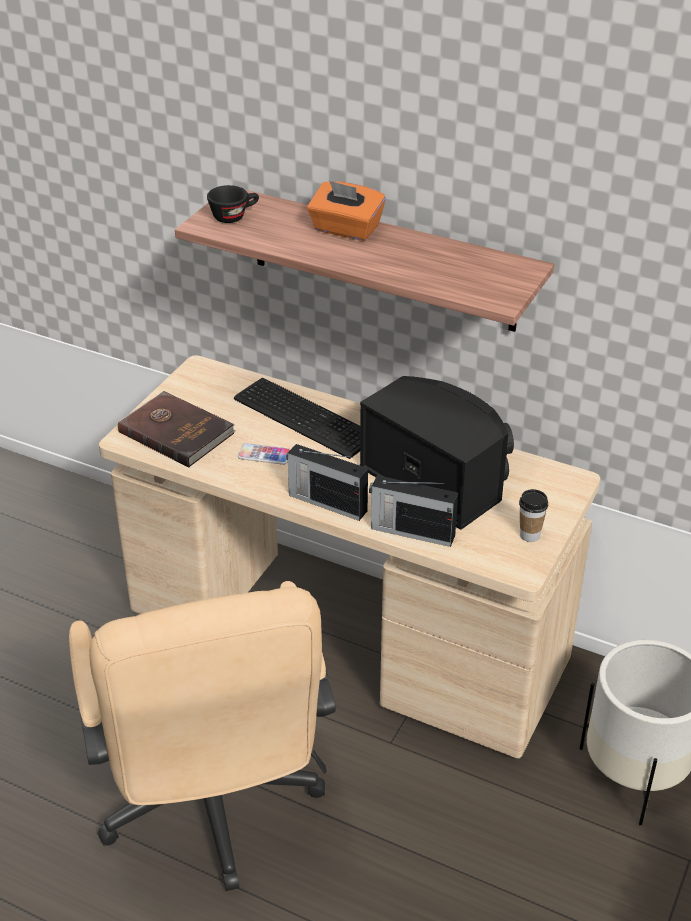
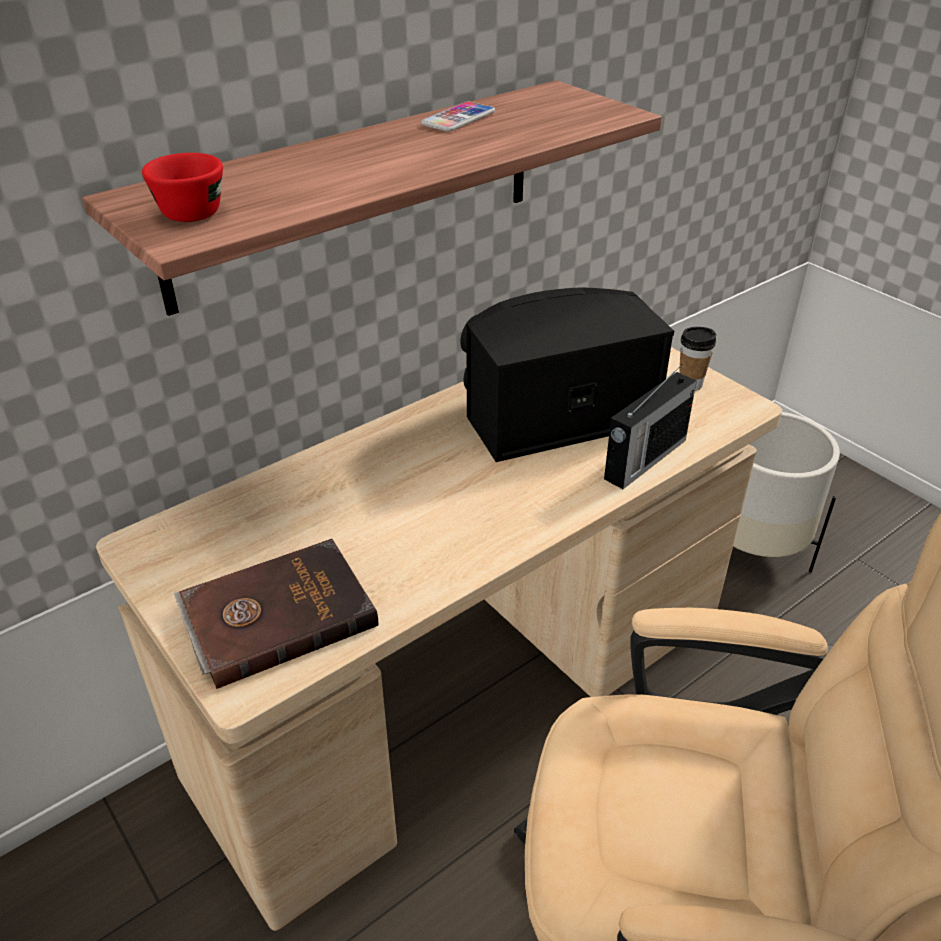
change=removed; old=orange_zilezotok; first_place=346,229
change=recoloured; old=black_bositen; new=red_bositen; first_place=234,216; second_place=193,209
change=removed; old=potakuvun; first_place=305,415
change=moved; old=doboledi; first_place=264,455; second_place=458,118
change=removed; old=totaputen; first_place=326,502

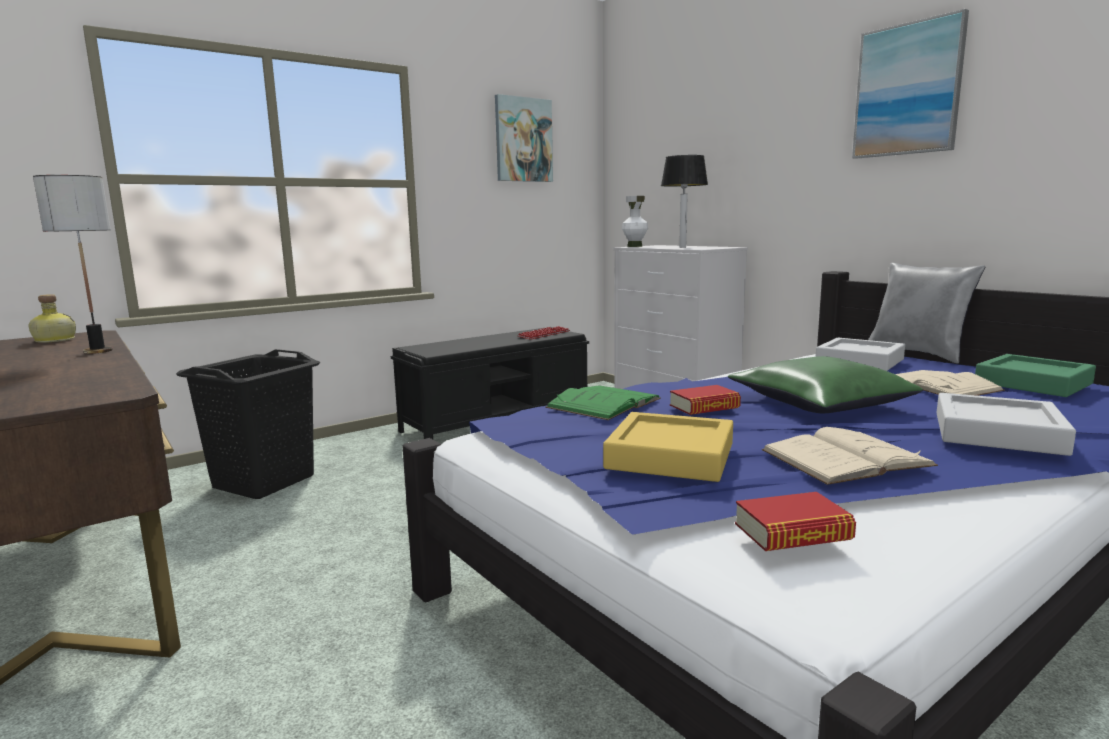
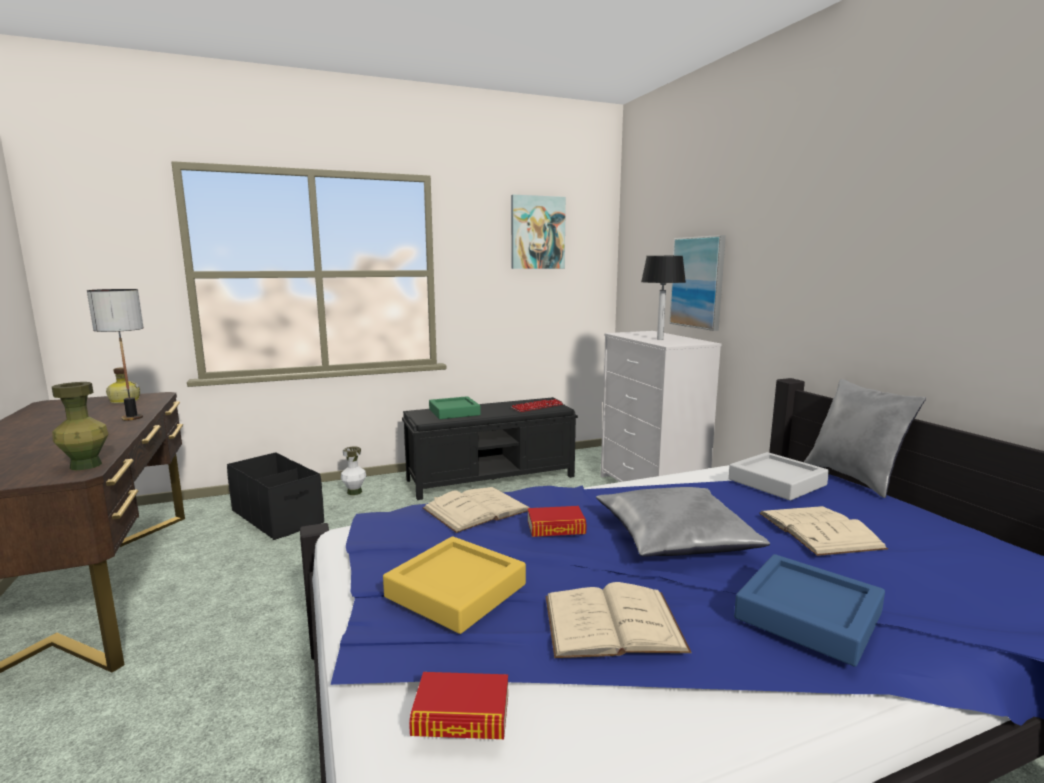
change=moved; old=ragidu; first_place=908,90; second_place=698,282
change=moved; old=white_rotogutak; first_place=635,246; second_place=354,492
change=replaced; old=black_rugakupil; new=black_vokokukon; first_place=263,482; second_place=277,516
change=moved; old=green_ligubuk; first_place=1032,383; second_place=454,412
change=recoloured; old=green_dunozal; new=grey_dunozal; first_place=819,403; second_place=674,537
change=recoloured; old=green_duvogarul; new=beige_duvogarul; first_place=604,403; second_place=476,509
change=recoloured; old=grey_ligubuk; new=blue_ligubuk; first_place=997,433; second_place=808,615
change=added; new=green_rotogutak; second_place=86,465

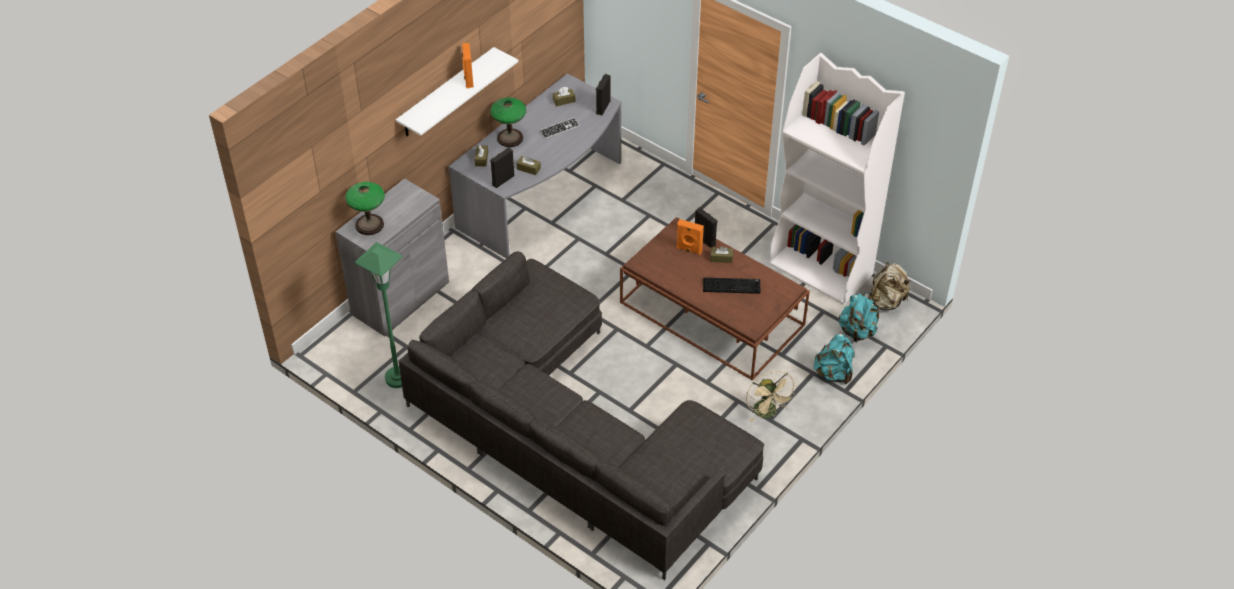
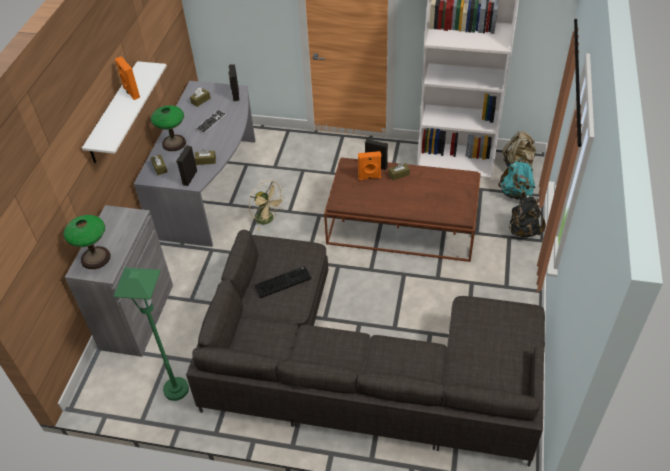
change=moved; old=potakuvun; first_place=732,285; second_place=283,281
change=recoloured; old=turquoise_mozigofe; new=black_mozigofe; first_place=833,373; second_place=523,231
change=moved; old=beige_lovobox; first_place=768,413; second_place=268,219

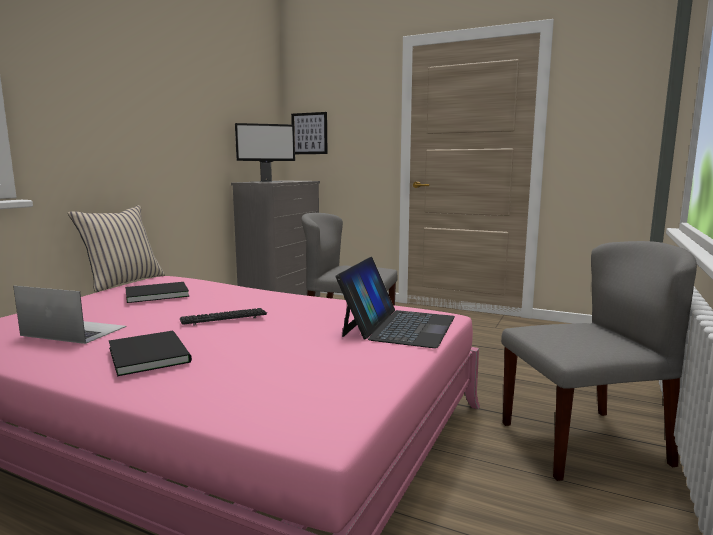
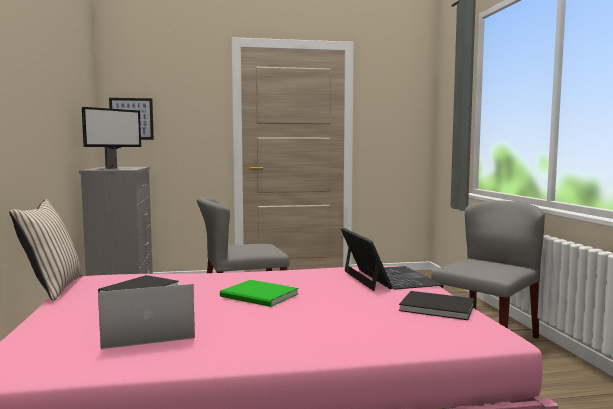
change=replaced; old=potakuvun; new=green_duvogarul; first_place=223,318; second_place=260,296
change=moved; old=black_duvogarul; first_place=151,353; second_place=435,306

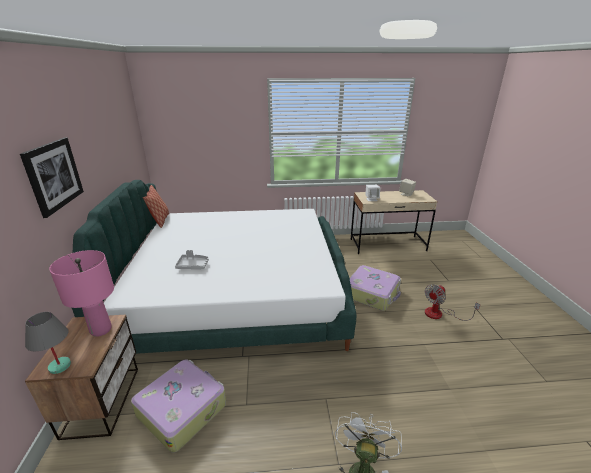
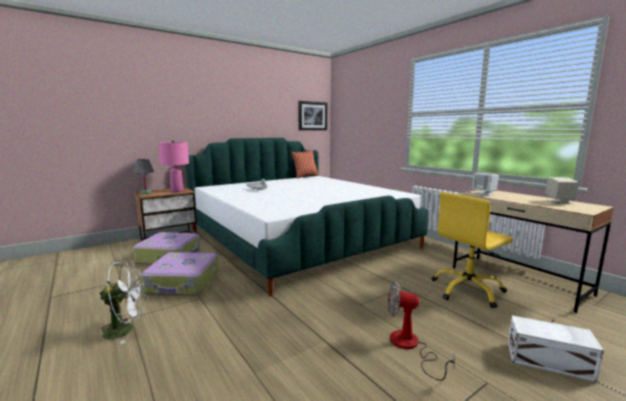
change=moved; old=ragidu; first_place=53,175; second_place=312,116
change=moved; old=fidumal; first_place=372,293; second_place=183,283
change=added; new=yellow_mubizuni; second_place=467,290
change=added; new=white_vokokukon; second_place=550,362

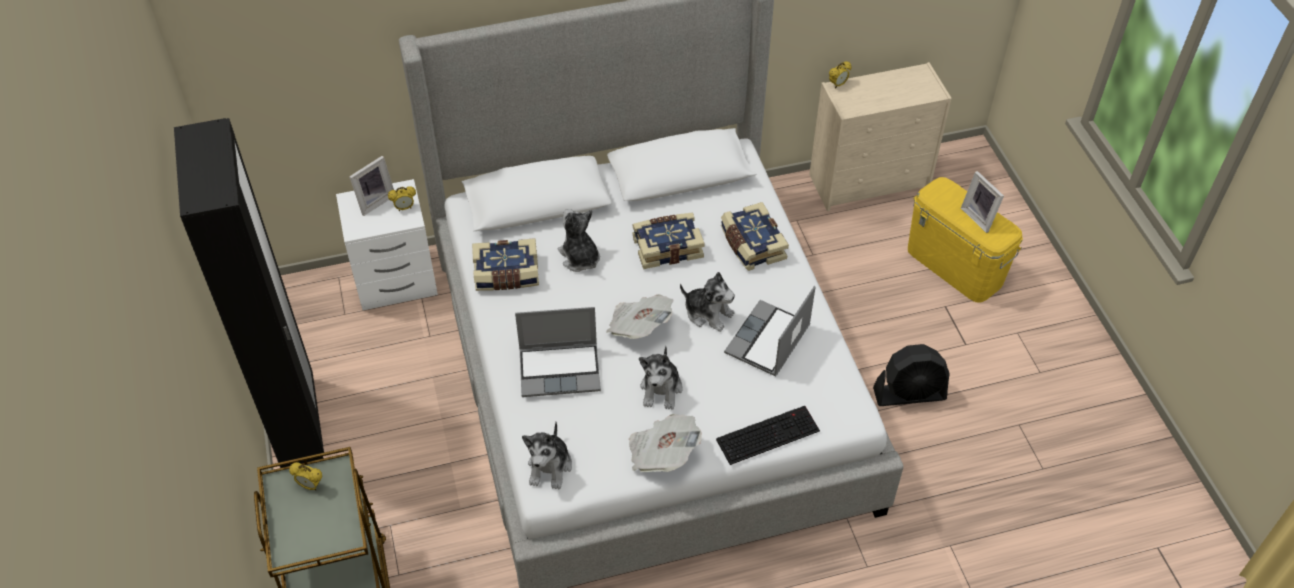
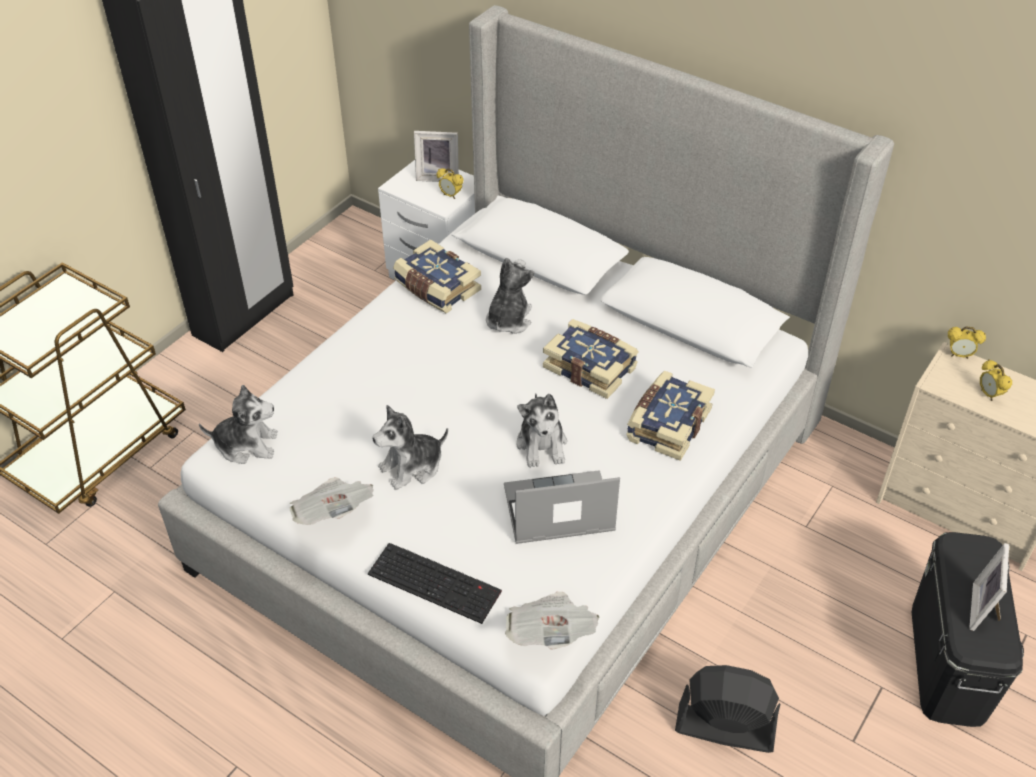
change=recoloured; old=yellow_vokokukon; new=black_vokokukon; first_place=955,266; second_place=948,661
change=moved; old=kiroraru; first_place=639,327; second_place=550,634
change=removed; old=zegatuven; first_place=561,370
change=turned; old=black_lovobox; first_place=909,394; second_place=724,728; degrees=150
change=turned; old=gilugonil; first_place=550,466; second_place=247,445; degrees=-150
change=moved; old=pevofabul; first_place=310,486; second_place=989,394

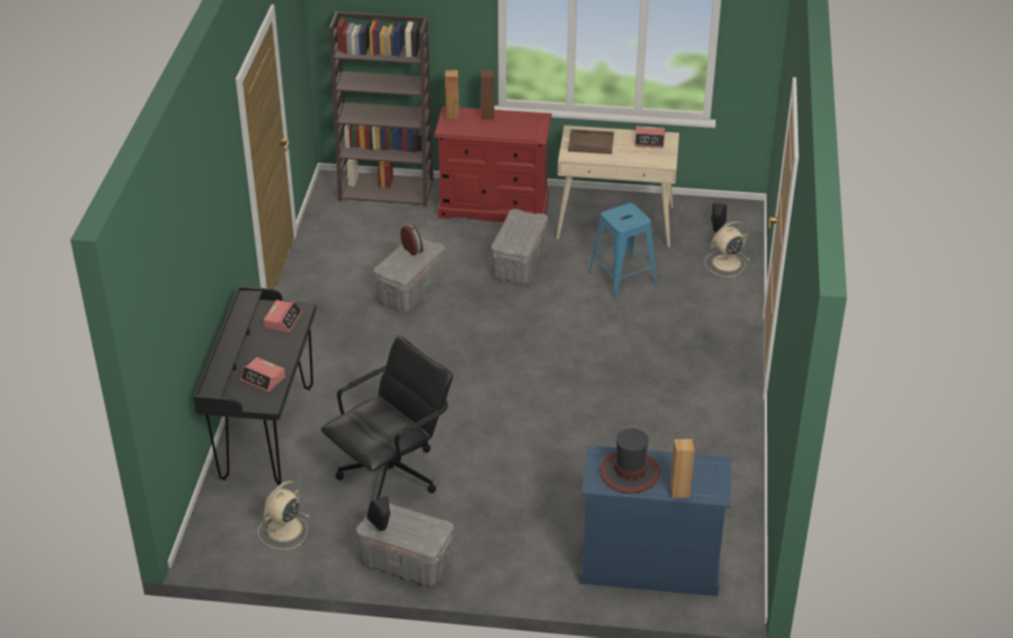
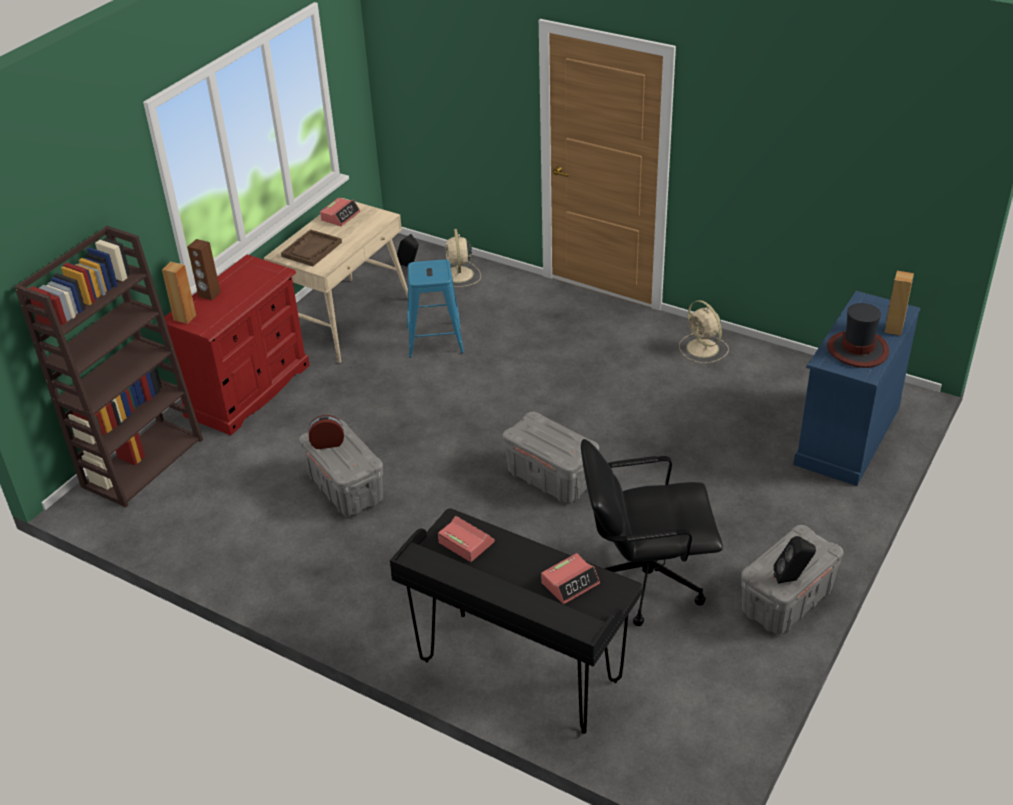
change=moved; old=grey_vokokukon; first_place=519,264; second_place=550,478
change=turned; old=black_mubizuni; first_place=391,475; second_place=644,580; degrees=-75
change=moved; old=beige_lovobox; first_place=283,530; second_place=703,349

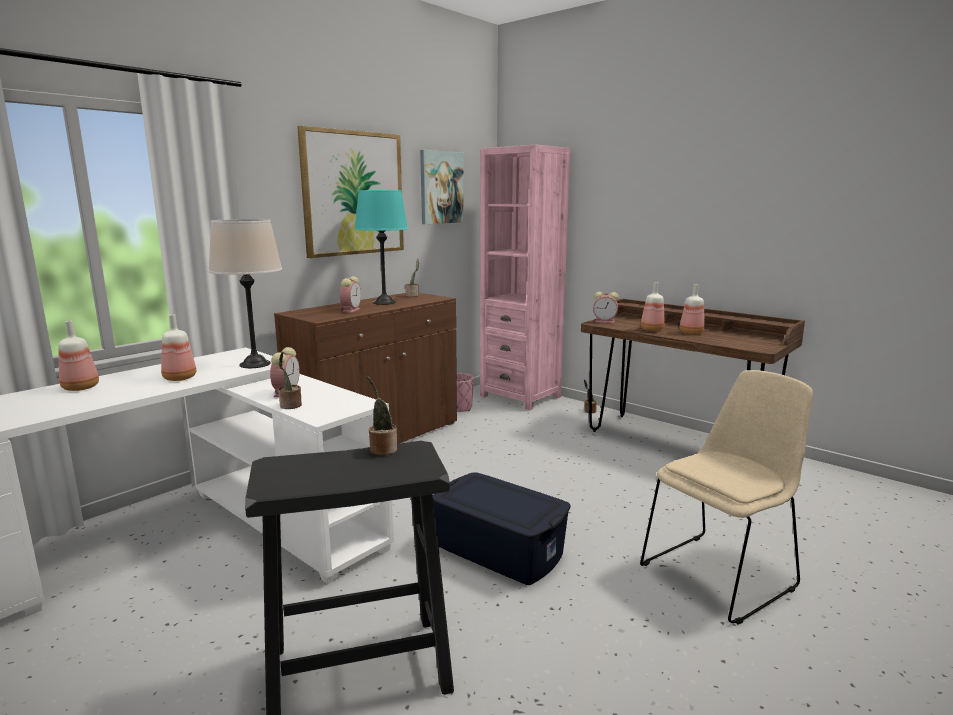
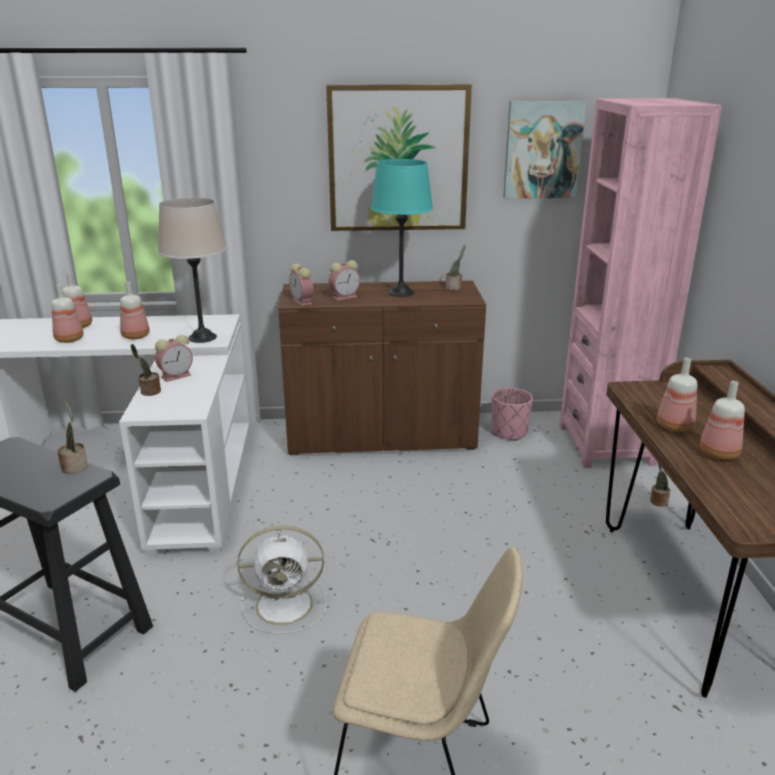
change=moved; old=pevofabul; first_place=605,321; second_place=303,302
change=replaced; old=blue_vokokukon; new=white_lovobox; first_place=499,549; second_place=287,605
change=added; new=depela; second_place=69,339

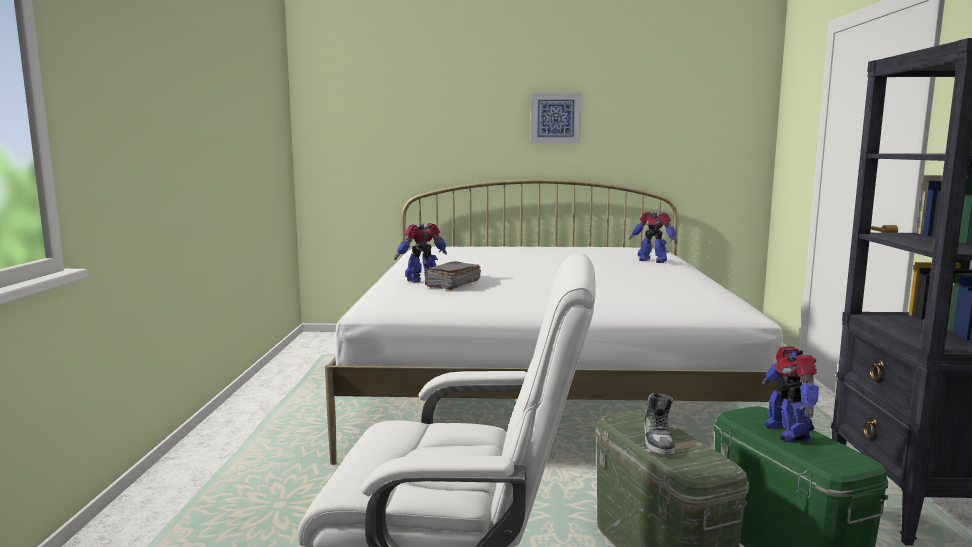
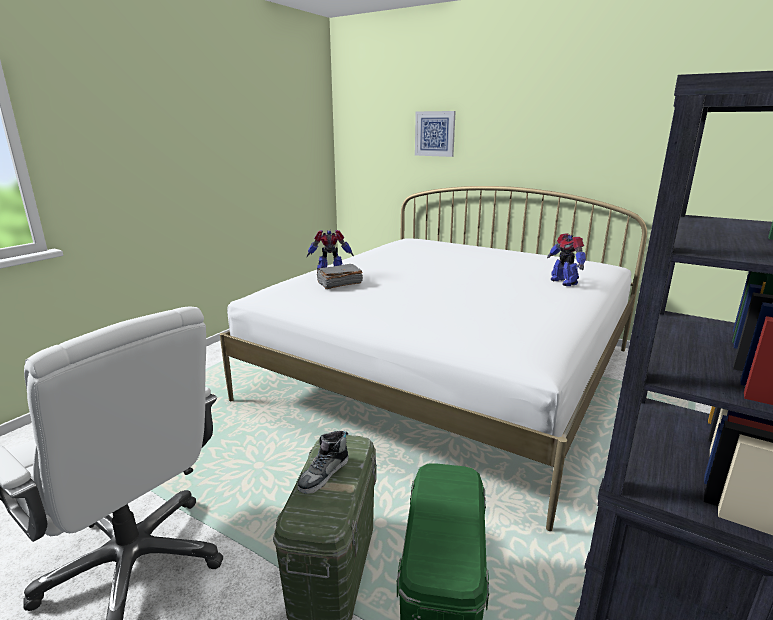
change=moved; old=ragidu; first_place=555,118; second_place=435,133
change=removed; old=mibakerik; first_place=787,432

